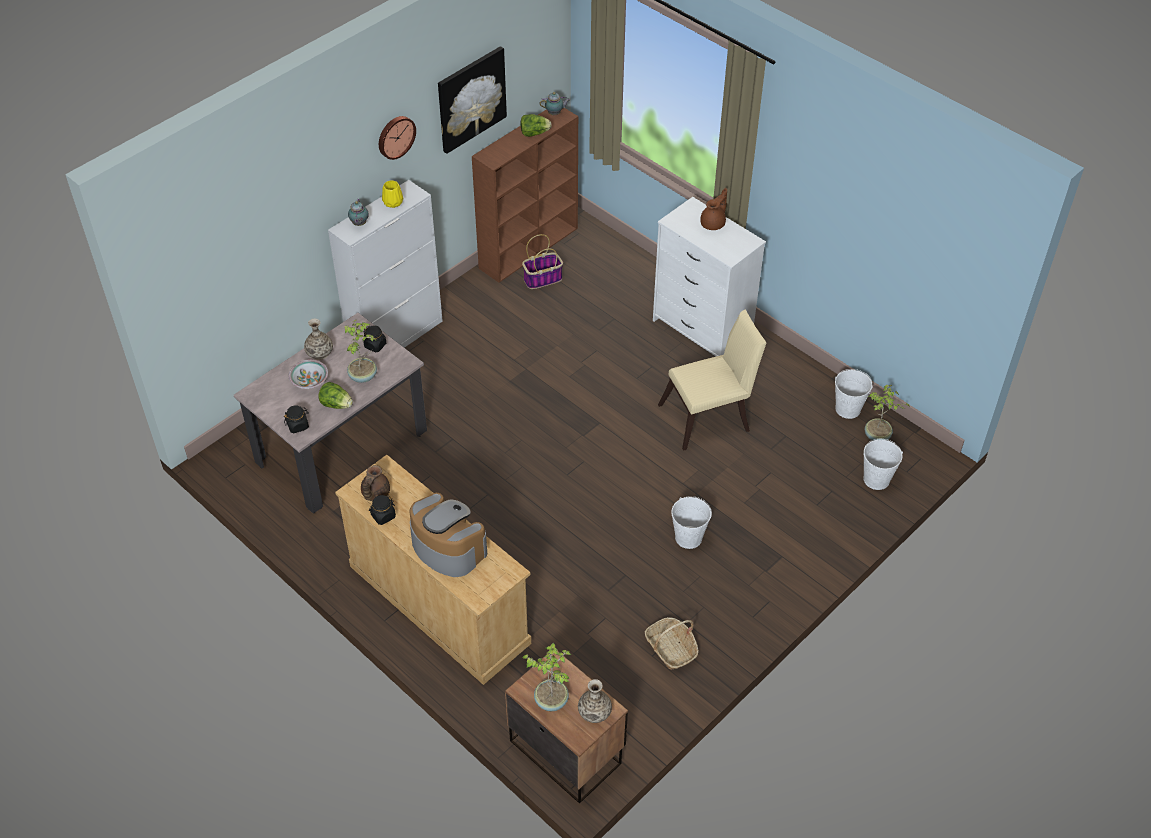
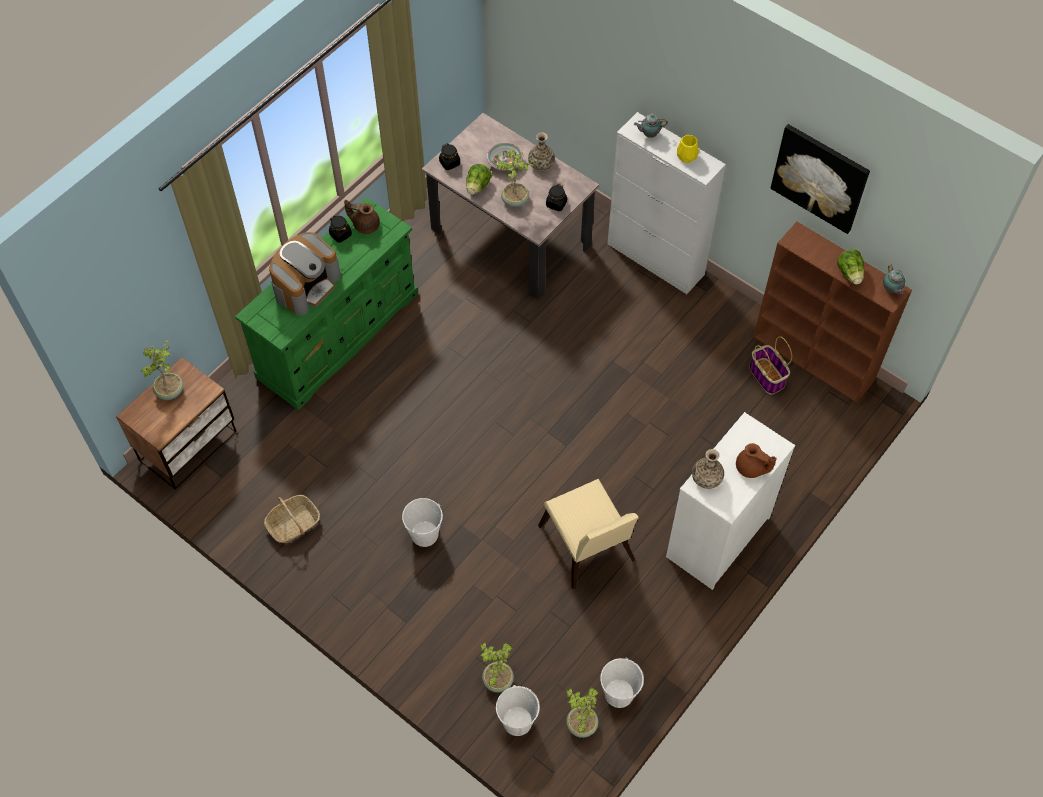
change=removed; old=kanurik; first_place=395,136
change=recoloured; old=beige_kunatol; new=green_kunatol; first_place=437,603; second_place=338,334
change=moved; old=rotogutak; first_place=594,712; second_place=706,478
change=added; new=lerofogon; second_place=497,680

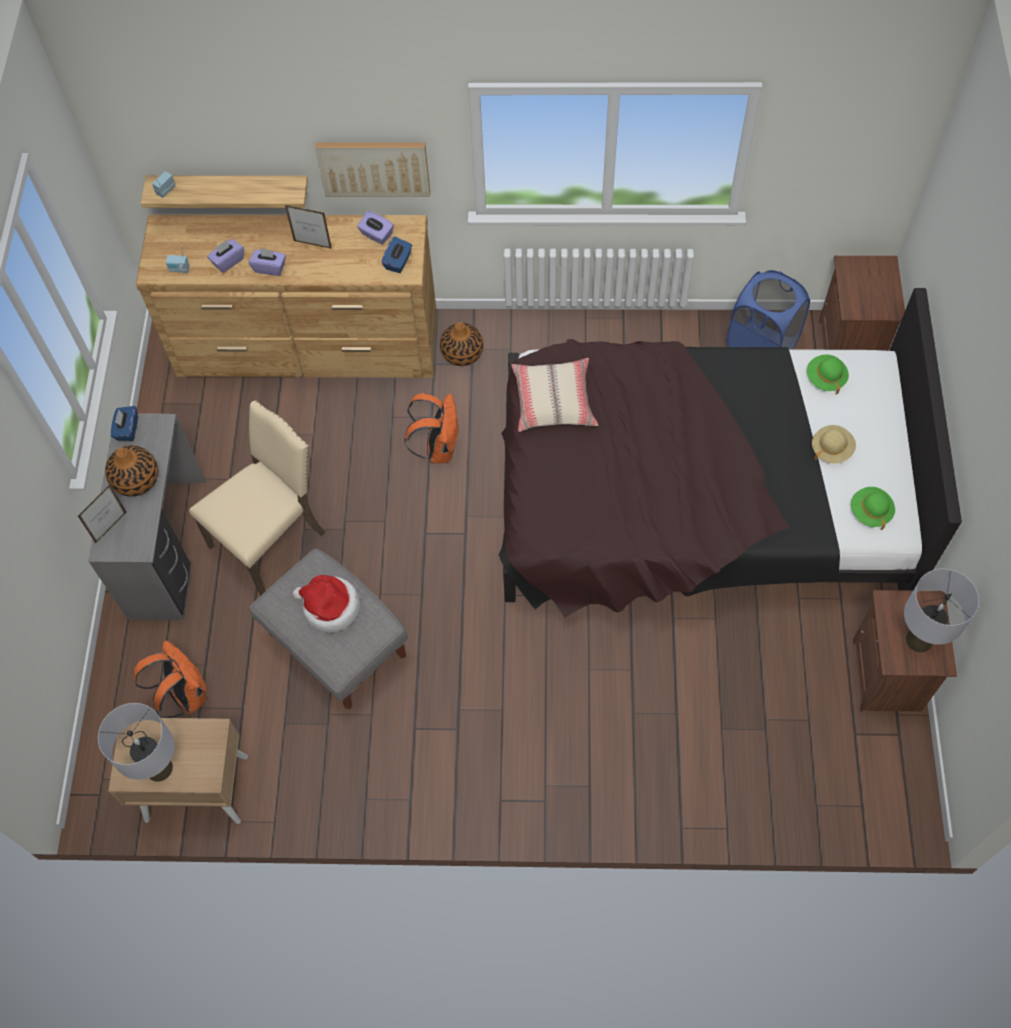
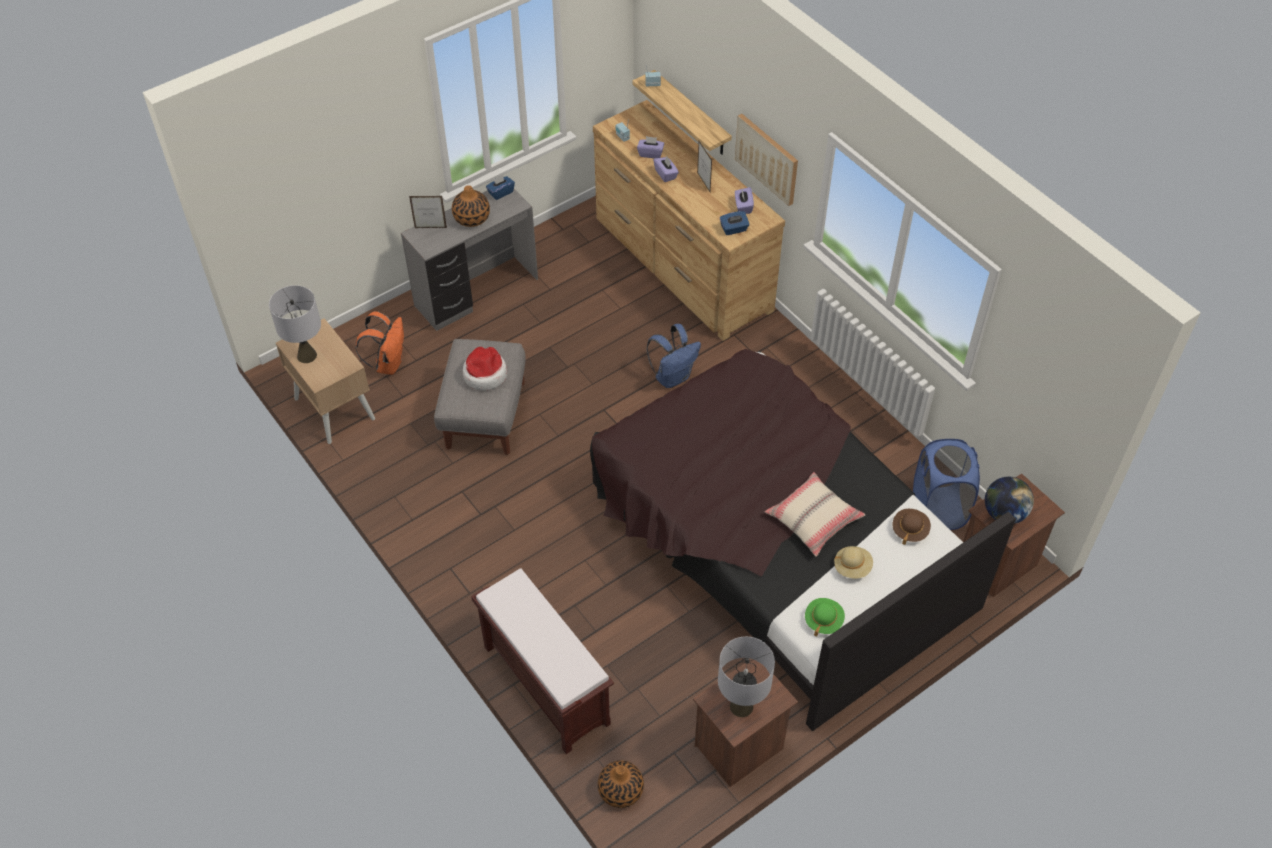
change=moved; old=rotogutak; first_place=462,353; second_place=620,790
change=recoloured; old=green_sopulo; new=brown_sopulo; first_place=825,378; second_place=909,530
change=moved; old=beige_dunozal; first_place=554,401; second_place=813,520
change=recoloured; old=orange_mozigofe; new=blue_mozigofe; first_place=438,448; second_place=673,377
change=removed; old=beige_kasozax; first_place=271,539
change=added; new=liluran; second_place=1004,513
change=added; new=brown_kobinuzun; second_place=544,684

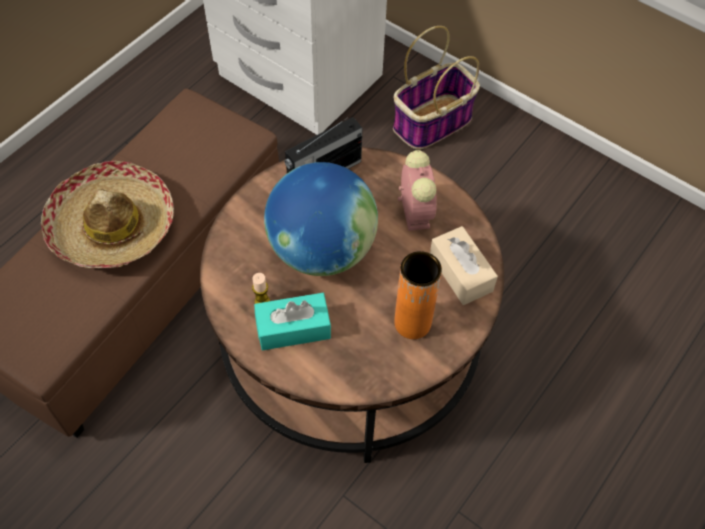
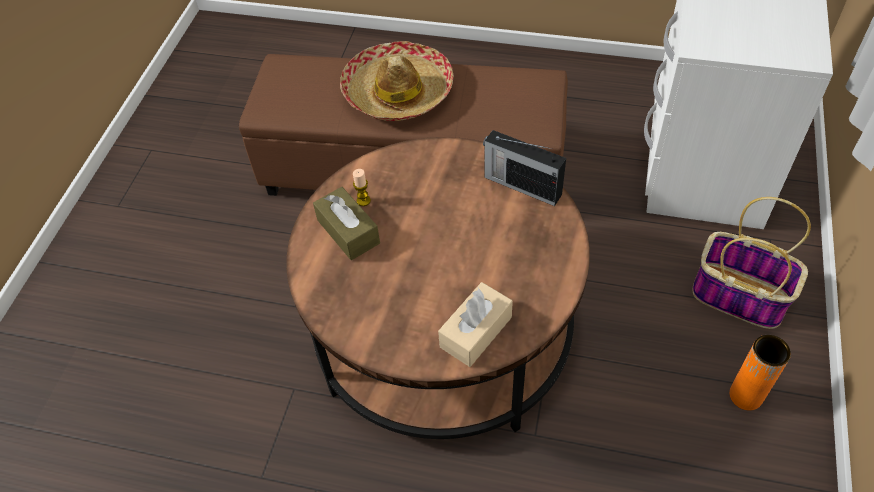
change=removed; old=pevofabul; first_place=414,210
change=removed; old=liluran; first_place=321,249
change=moved; old=orange_rotogutak; first_place=412,323; second_place=745,395
change=recoloured; old=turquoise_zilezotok; new=brown_zilezotok; first_place=293,328; second_place=348,231

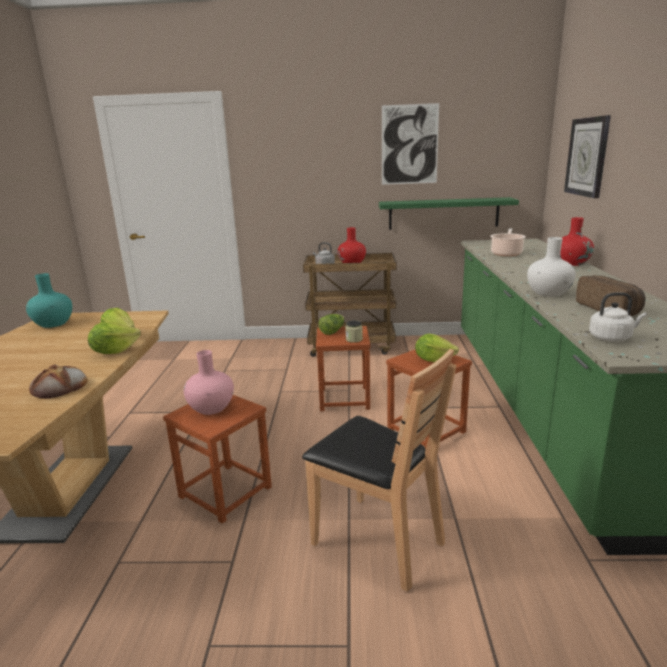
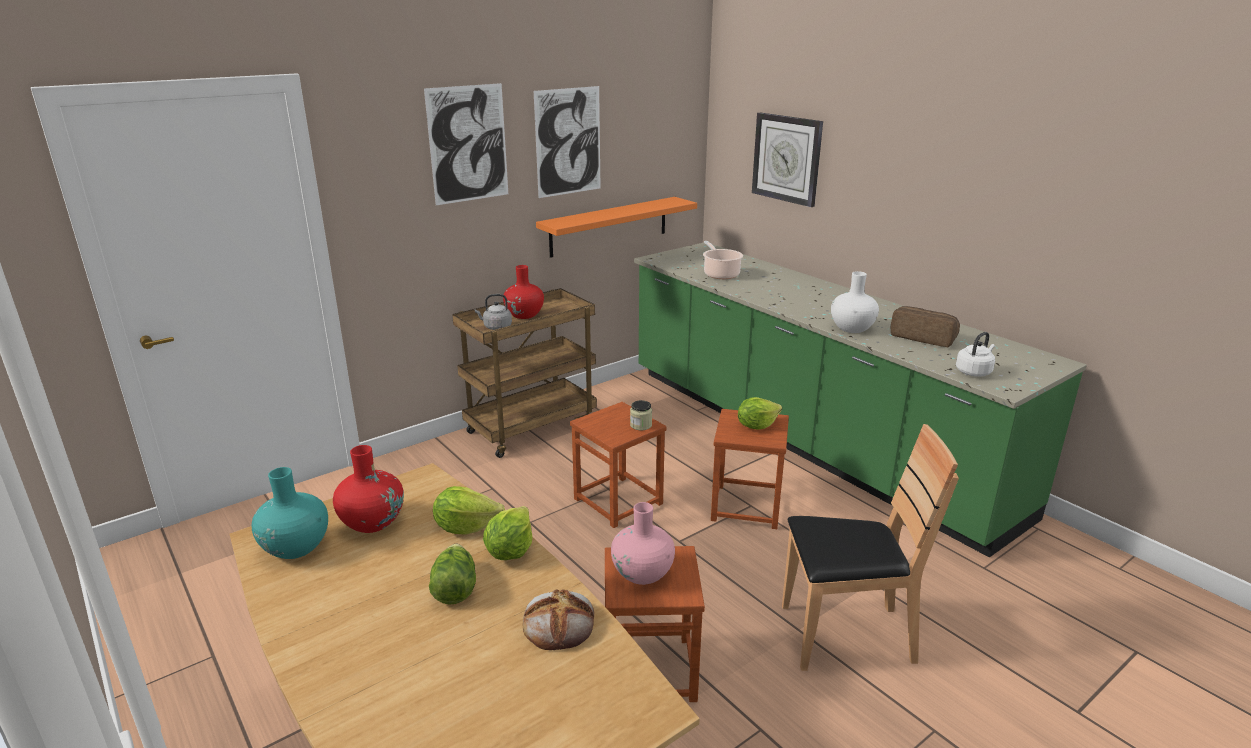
change=recoloured; old=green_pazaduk; new=orange_pazaduk; first_place=443,213; second_place=609,226
change=moved; old=red_rotogutak; first_place=571,263; second_place=372,522
change=moved; old=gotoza; first_place=332,331; second_place=454,588
change=added; new=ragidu; second_place=468,144

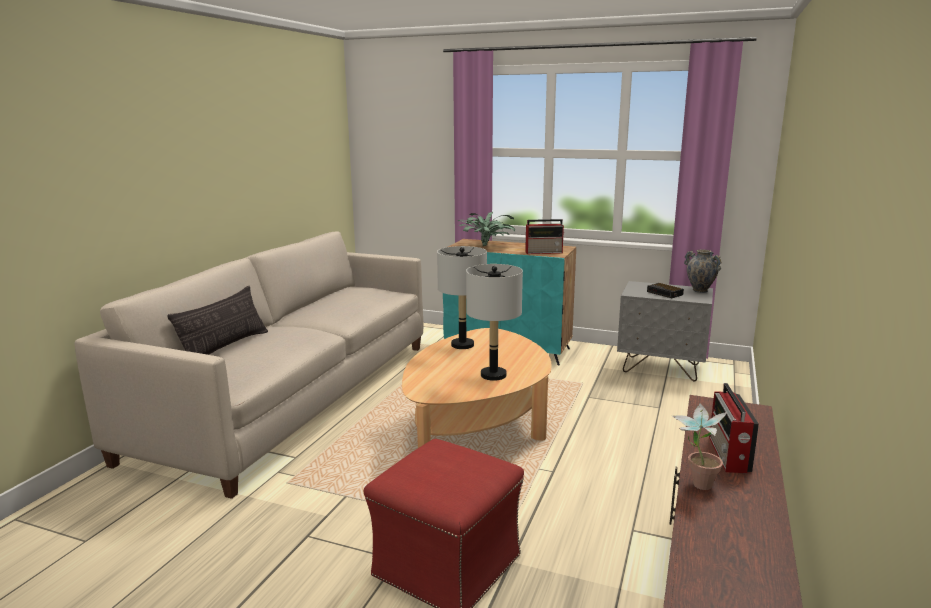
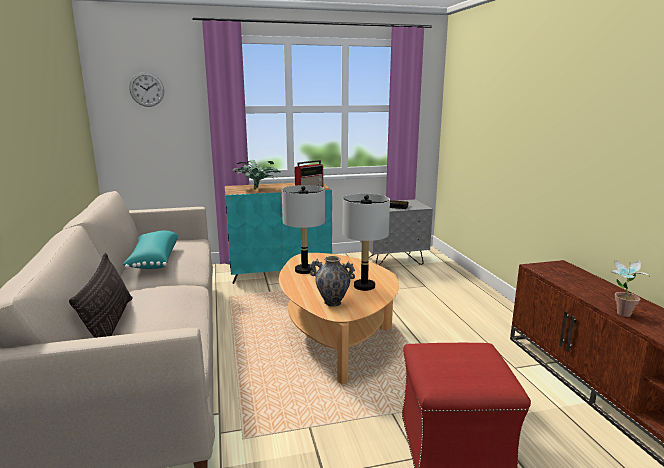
change=moved; old=rotogutak; first_place=700,290; second_place=332,302
change=removed; old=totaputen; first_place=728,455
change=added; new=kanurik; second_place=147,89
change=added; new=turquoise_dunozal; second_place=153,260

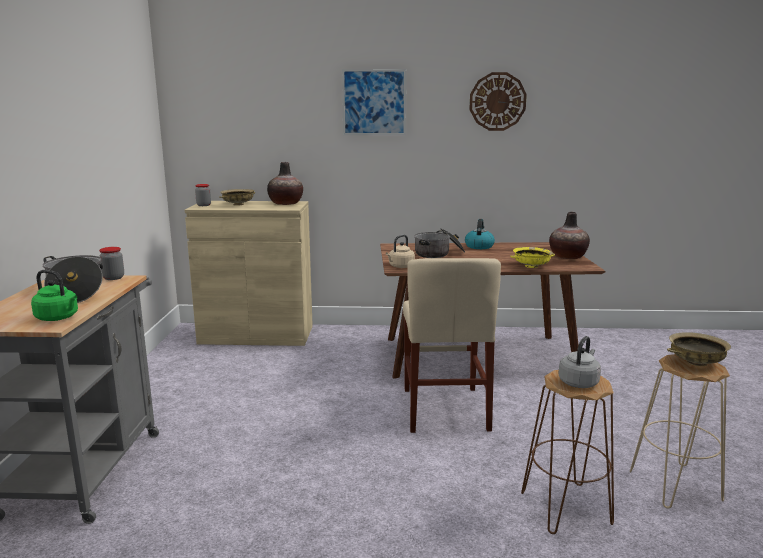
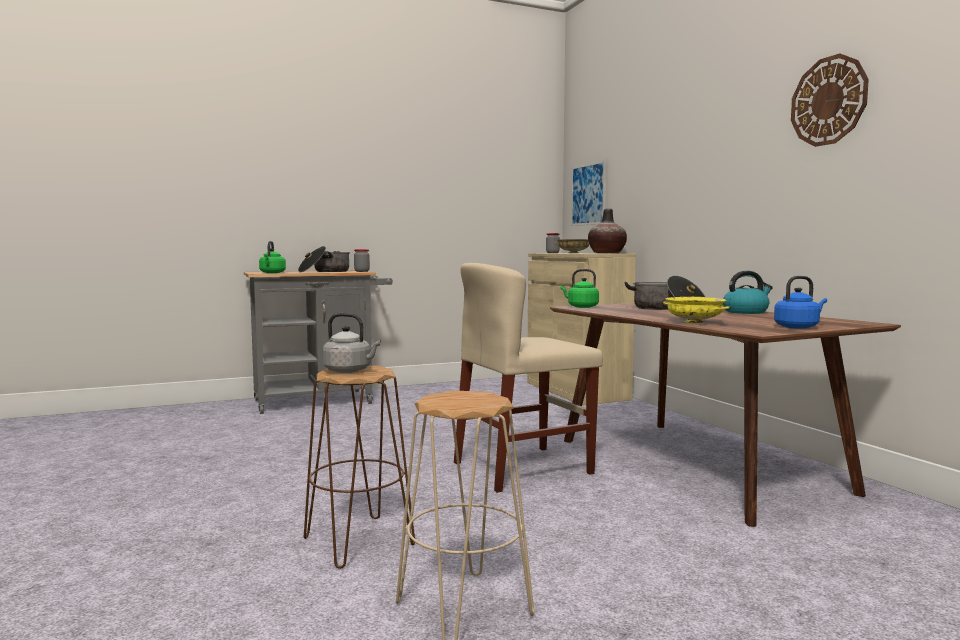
change=moved; old=ragidu; first_place=374,102; second_place=588,194
change=replaced; old=rotogutak; new=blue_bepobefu; first_place=567,257; second_place=798,327
change=recoloured; old=beige_bepobefu; new=green_bepobefu; first_place=400,266; second_place=581,307
change=removed; old=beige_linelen; first_place=695,362

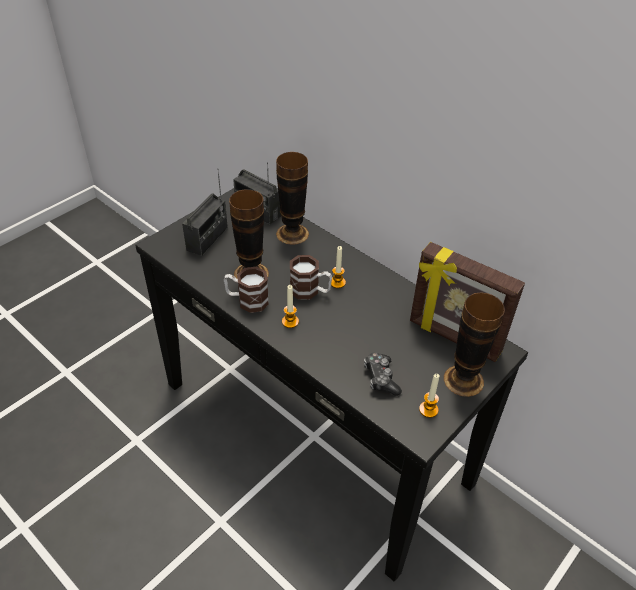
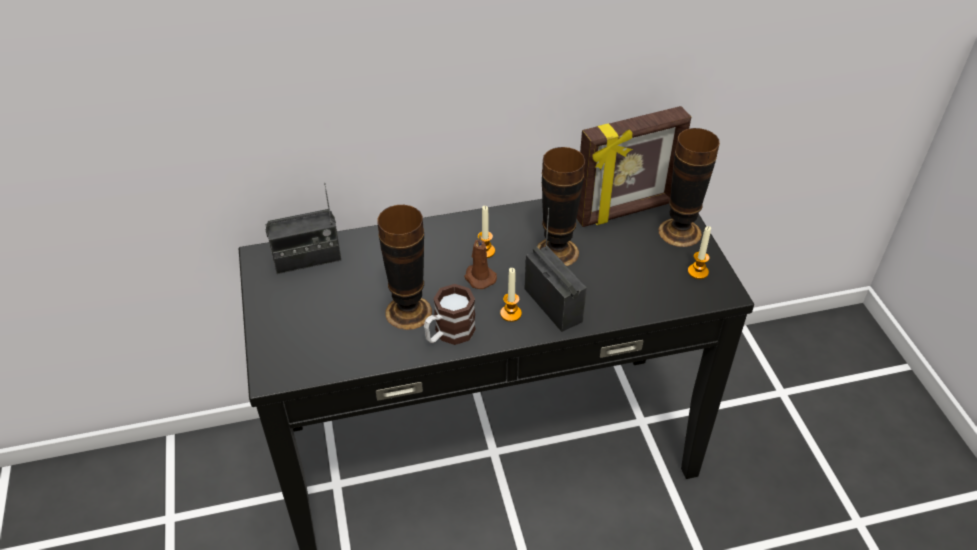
change=moved; old=rotogutak; first_place=292,233; second_place=557,252
change=moved; old=totaputen; first_place=207,239; second_place=553,305
change=replaced; old=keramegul; new=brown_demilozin; first_place=310,291; second_place=479,277
change=removed; old=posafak; first_place=381,378

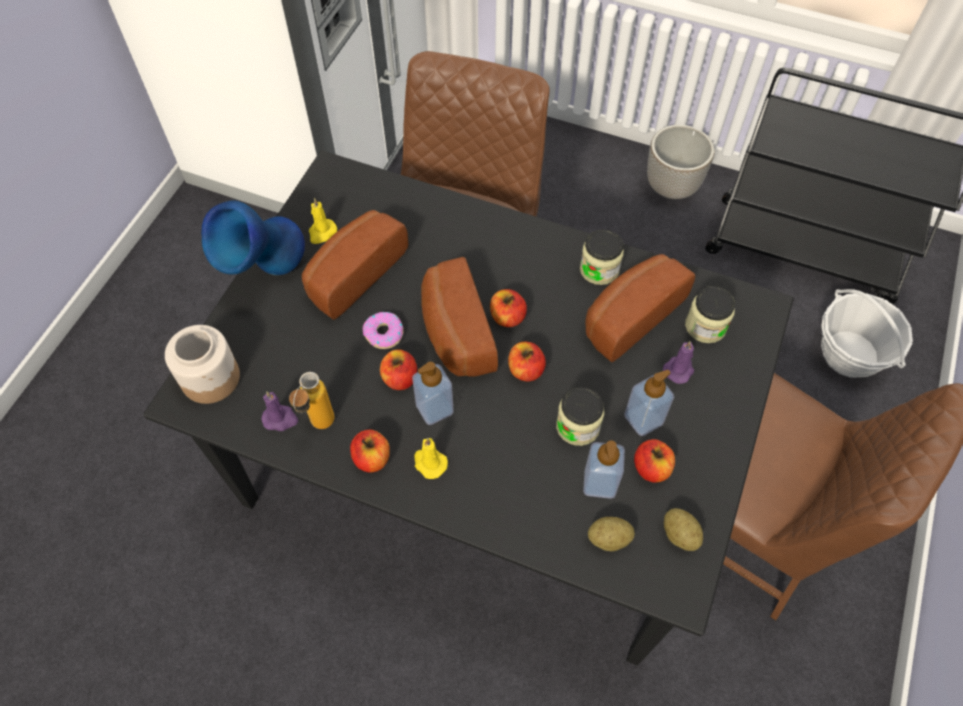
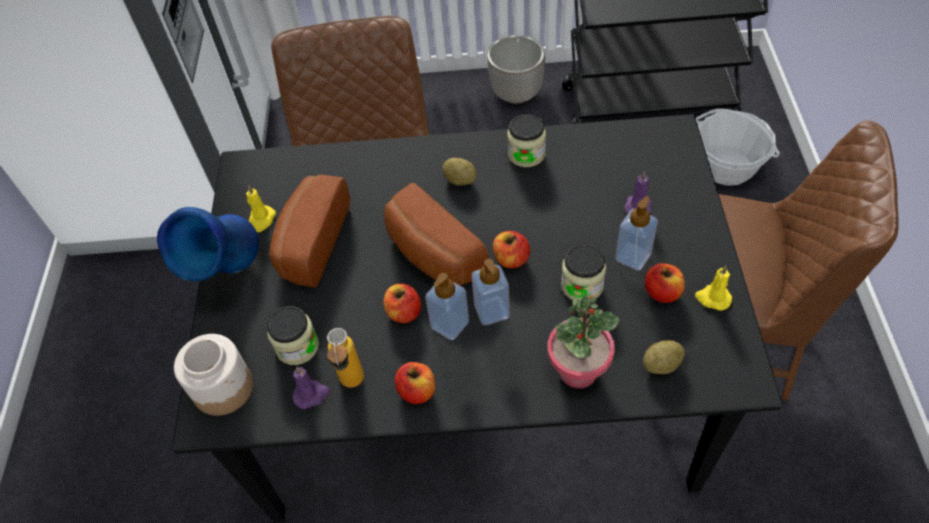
change=removed; old=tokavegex; first_place=629,315
change=moved; old=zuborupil; first_place=705,326; second_place=297,347
change=removed; old=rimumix; first_place=507,317
change=removed; old=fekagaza; first_place=383,334
change=moved; old=yellow_demilozin; first_place=429,463; second_place=712,298
change=moved; old=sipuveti; first_place=599,483; second_place=491,311
change=moved; old=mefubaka; first_place=679,535; second_place=460,180
change=added; new=lerofogon; second_place=578,371

